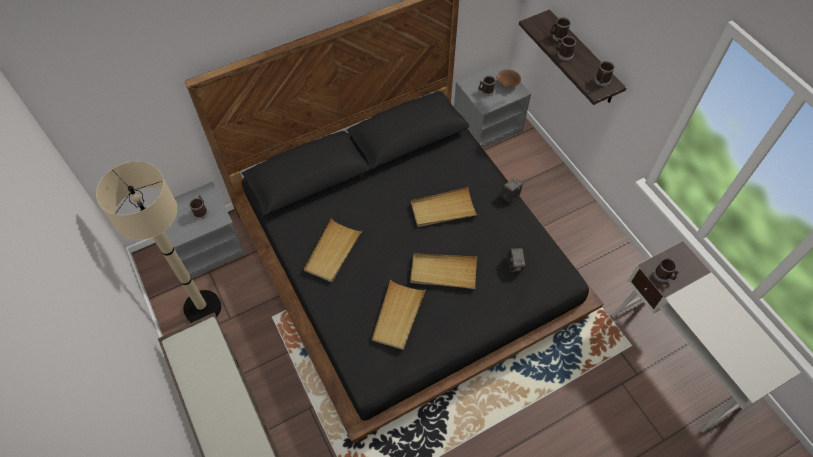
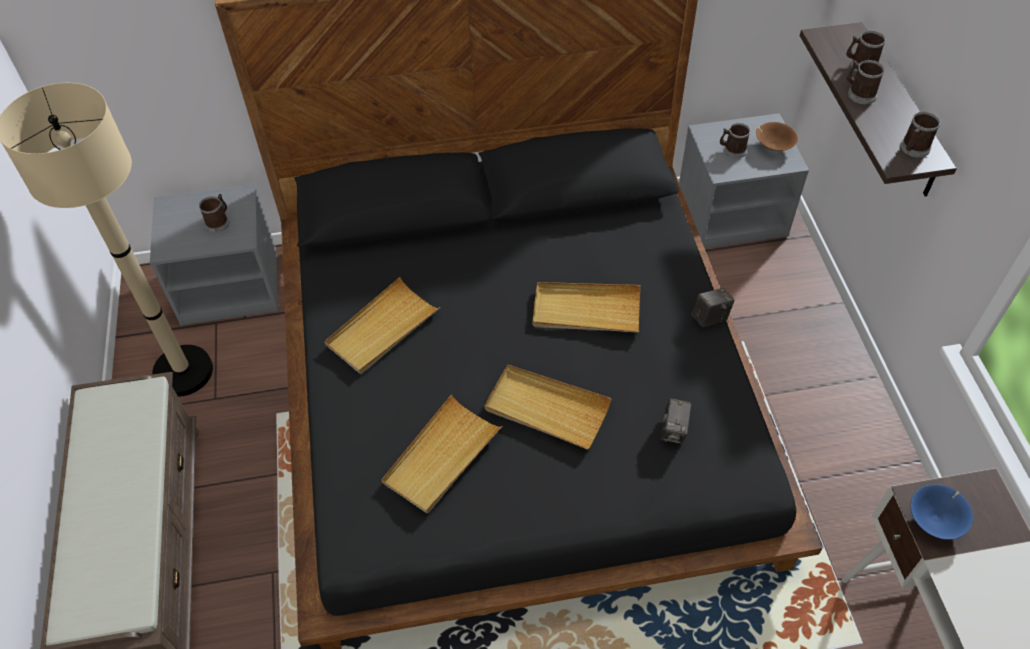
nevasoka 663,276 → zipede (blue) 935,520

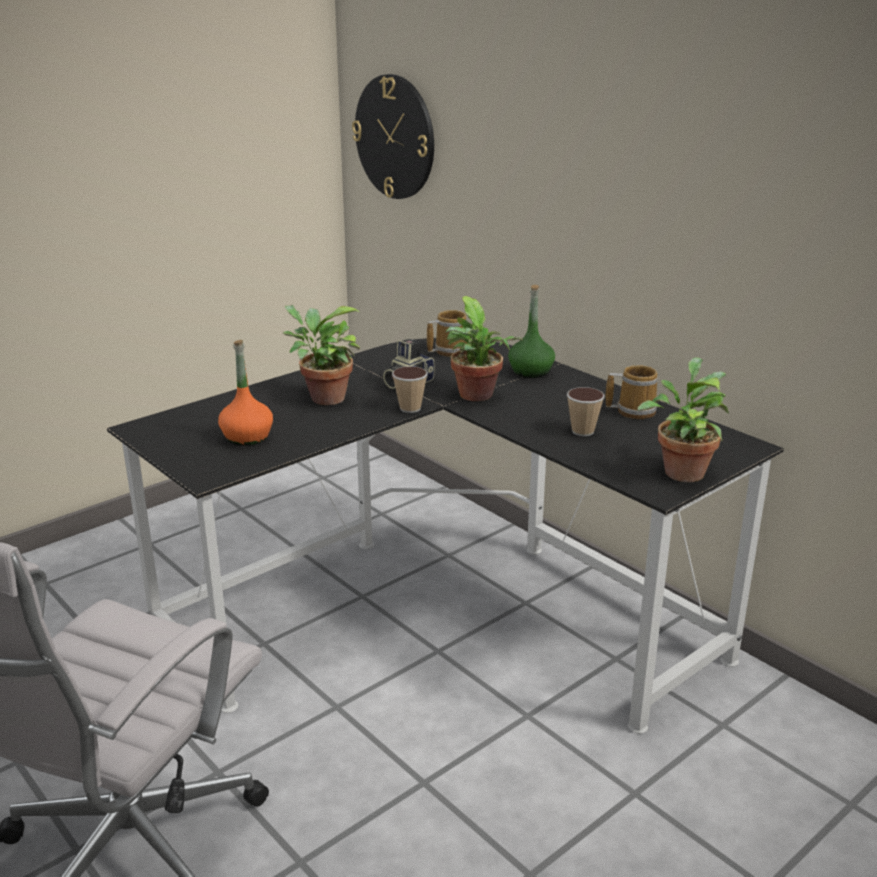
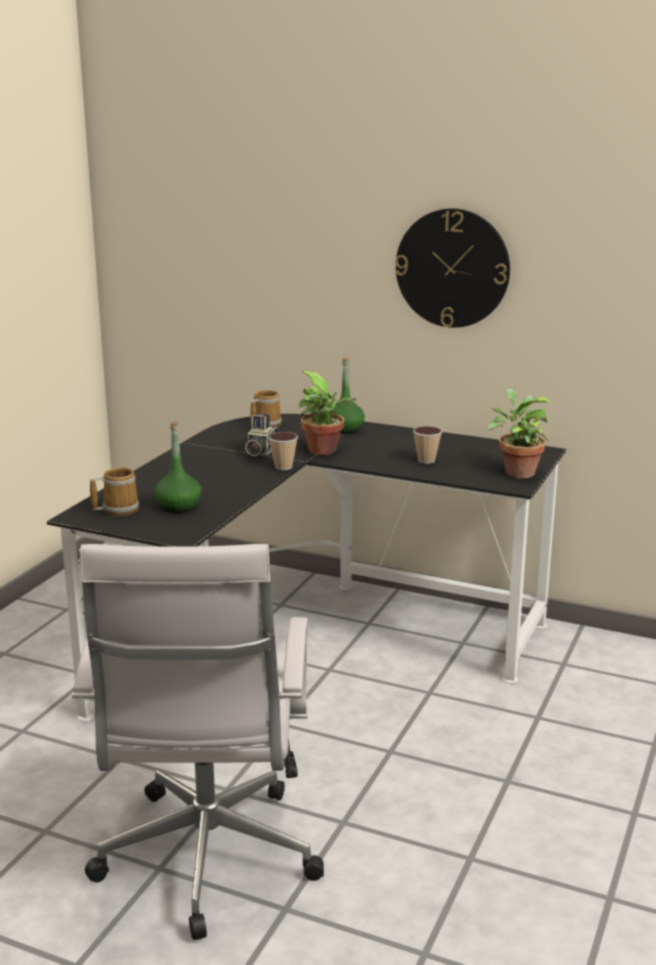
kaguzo 323,398 → -
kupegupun 395,137 → kupegupun 452,268, shifted
nevasoka 633,411 → nevasoka 118,509, shifted
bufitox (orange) 247,437 → bufitox (green) 178,506

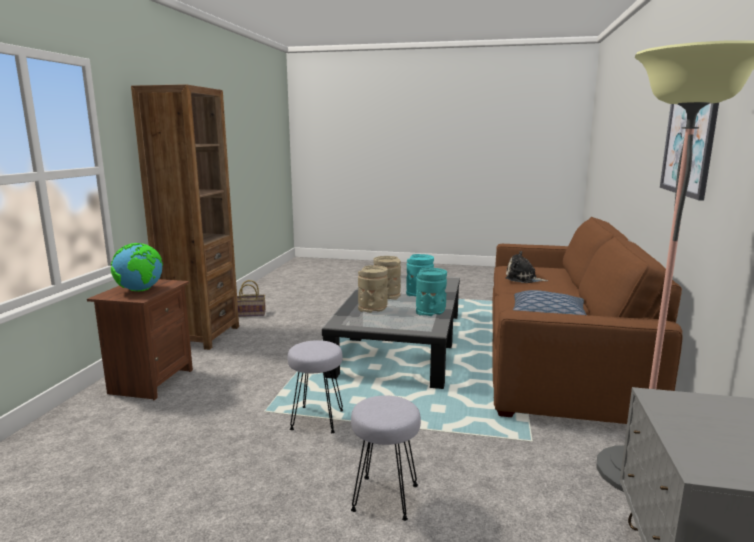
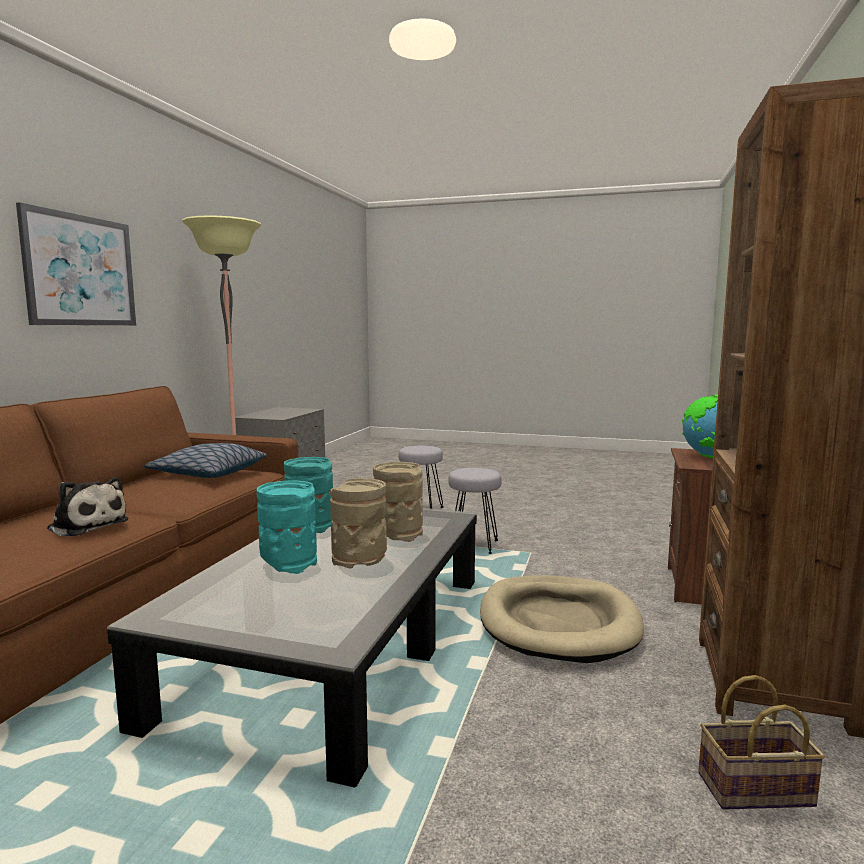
- → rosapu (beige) 558,623

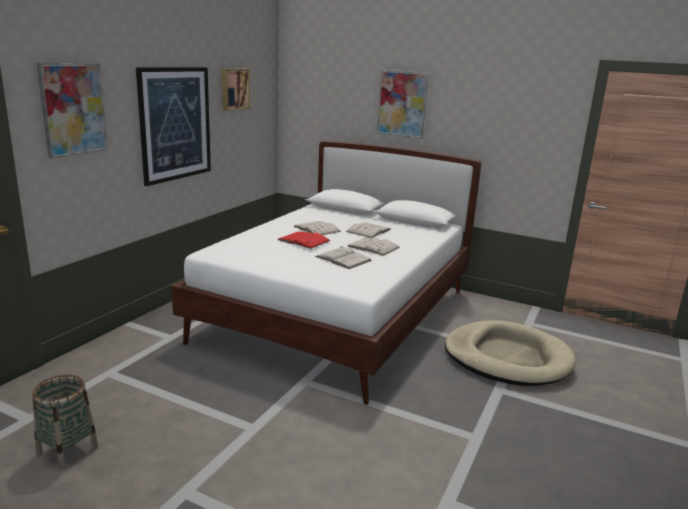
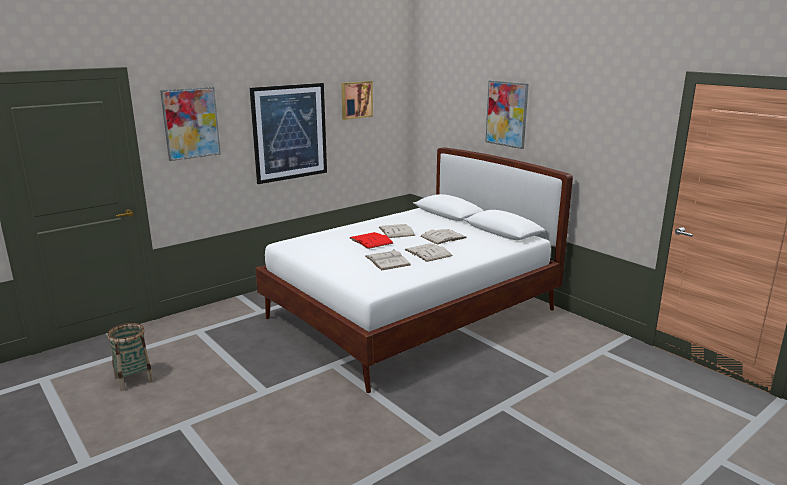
rosapu (beige) 507,358 → -

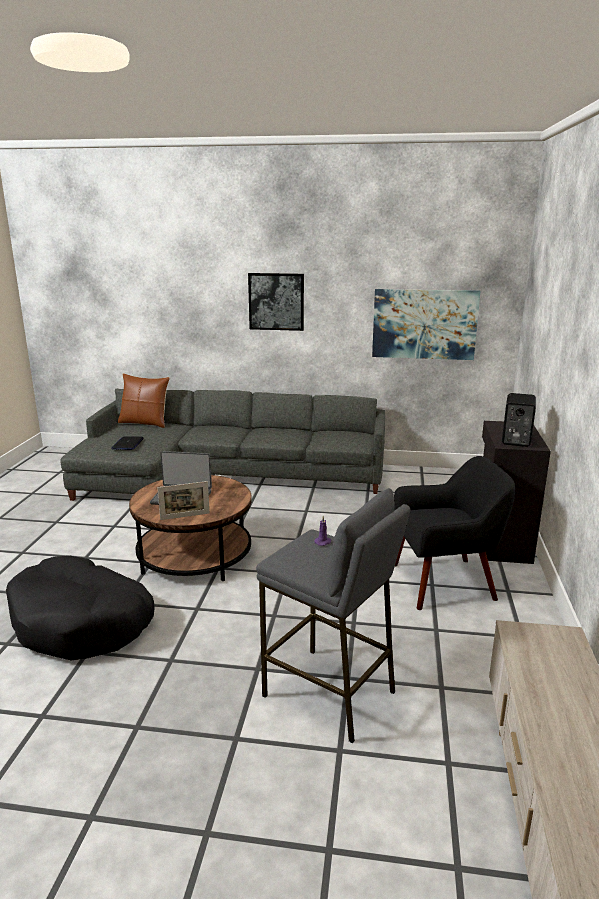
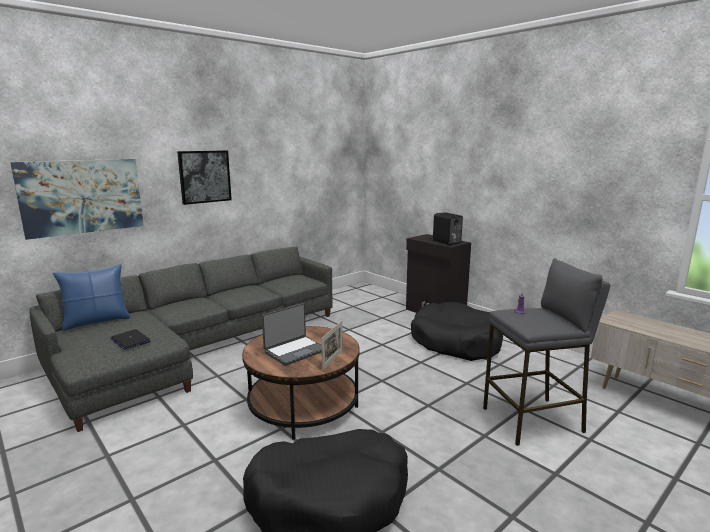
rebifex 424,324 → rebifex 82,196, shifted
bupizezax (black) 445,582 → rosapu (black) 456,342
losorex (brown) 145,423 → losorex (blue) 97,321

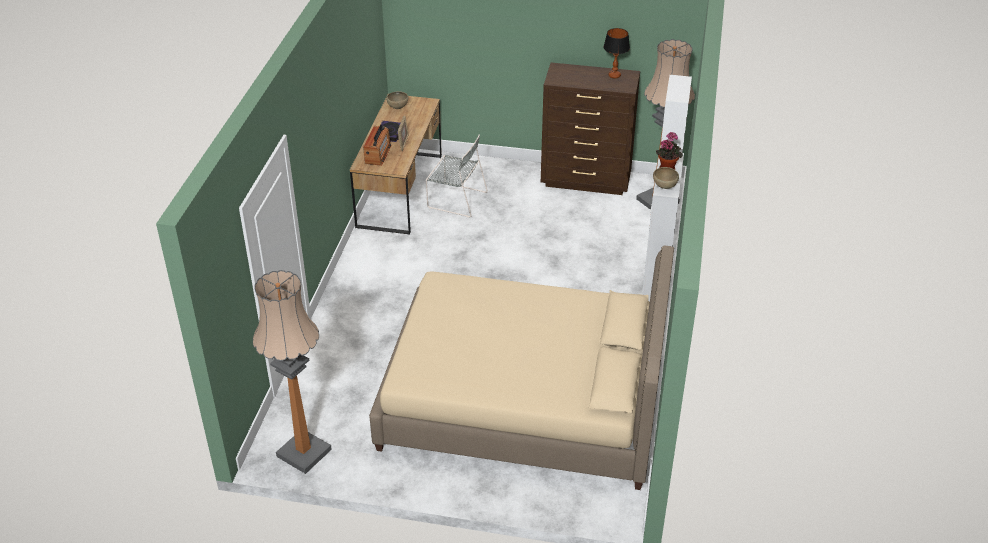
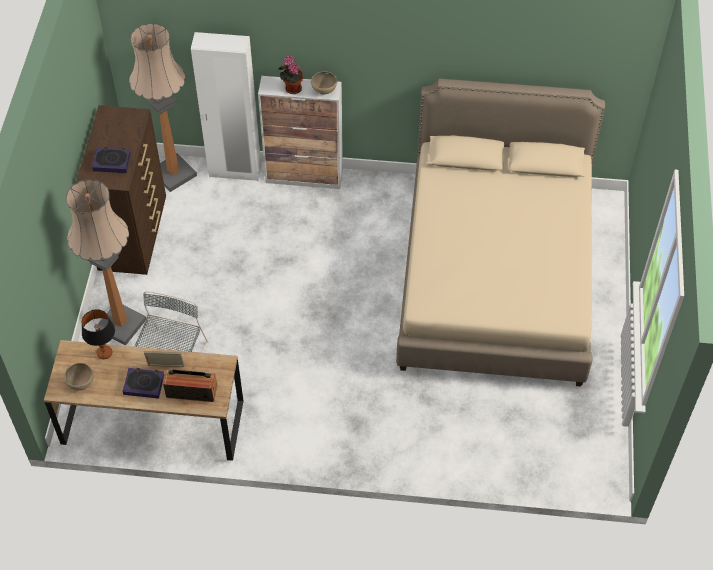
- → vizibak 112,162
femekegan 304,453 → femekegan 121,325, shifted
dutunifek 614,75 → dutunifek 105,353, shifted

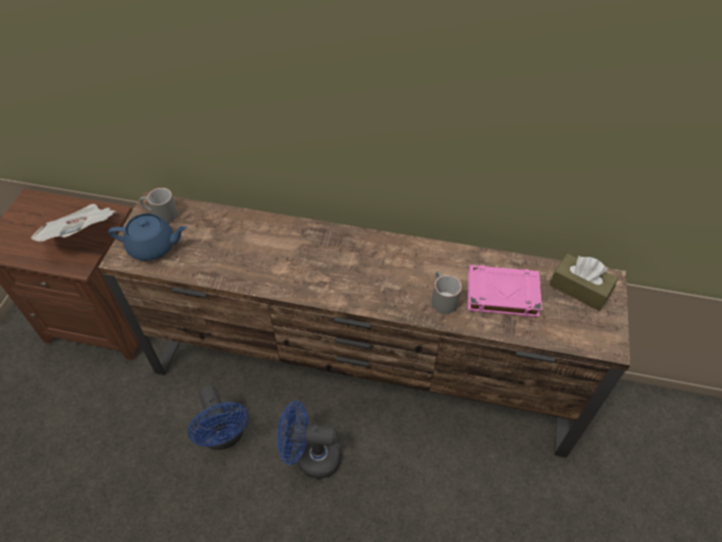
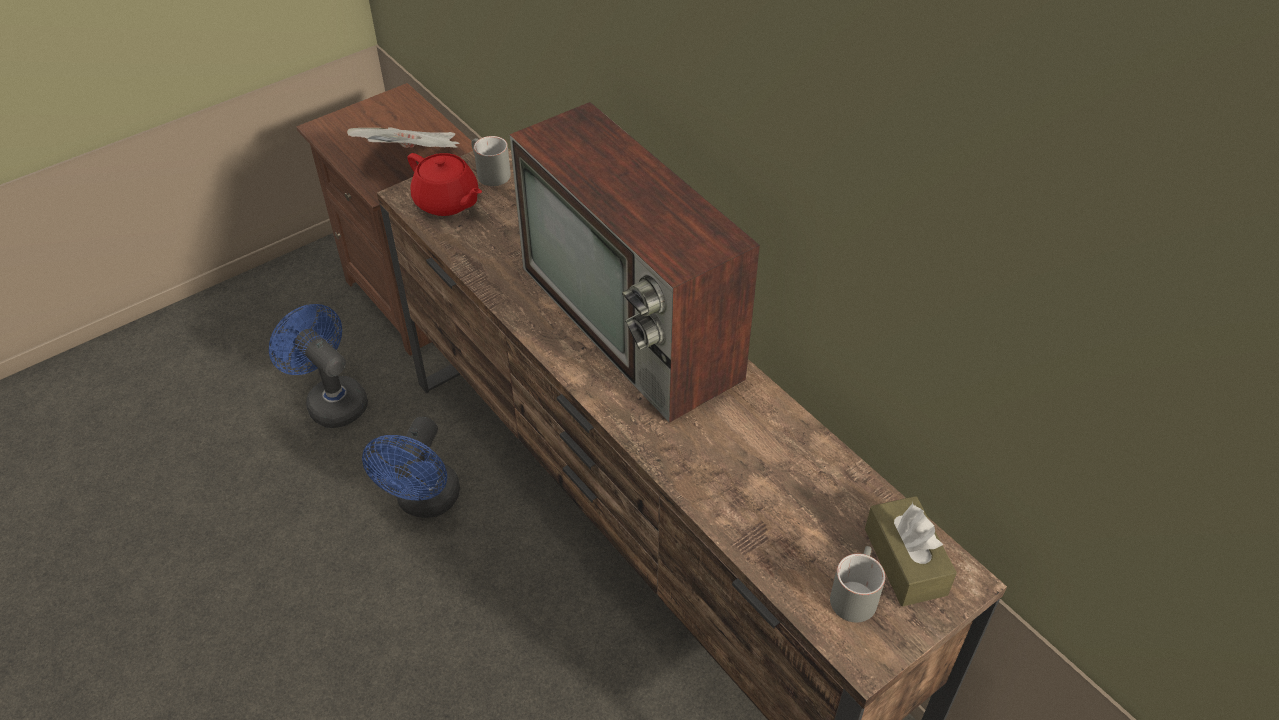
vizibak (pink) 501,294 → -
- → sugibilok 633,324
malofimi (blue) 310,457 → malofimi (blue) 331,400, shifted
nevasoka (grey) 441,299 → nevasoka (grey) 853,593, shifted
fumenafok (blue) 153,247 → fumenafok (red) 447,202

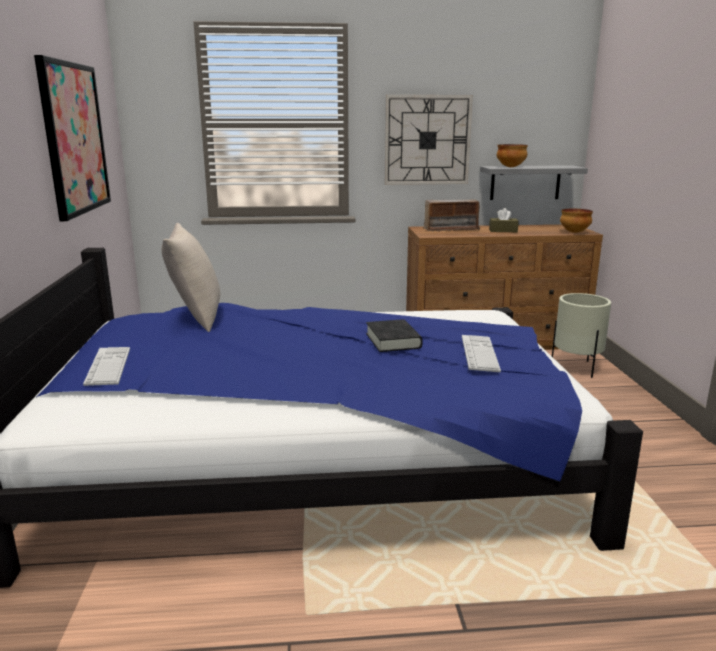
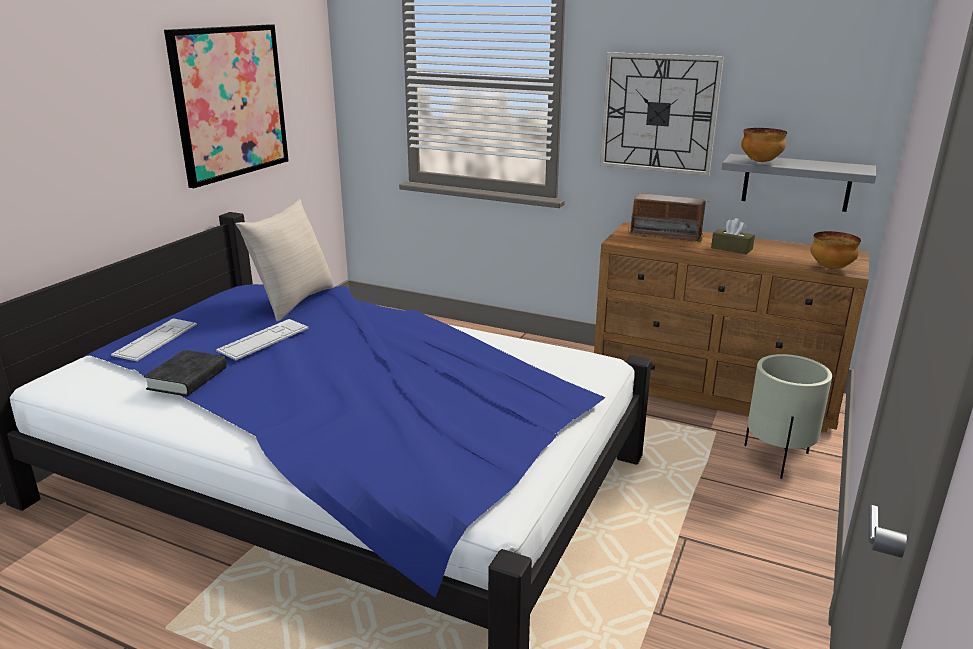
vizibak (black) 393,341 → vizibak (black) 187,379, shifted
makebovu 479,353 → makebovu 264,340, shifted

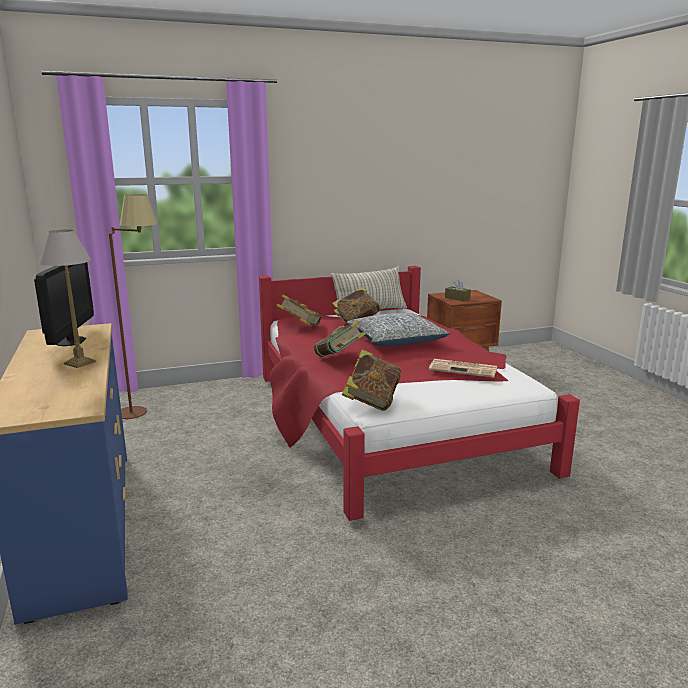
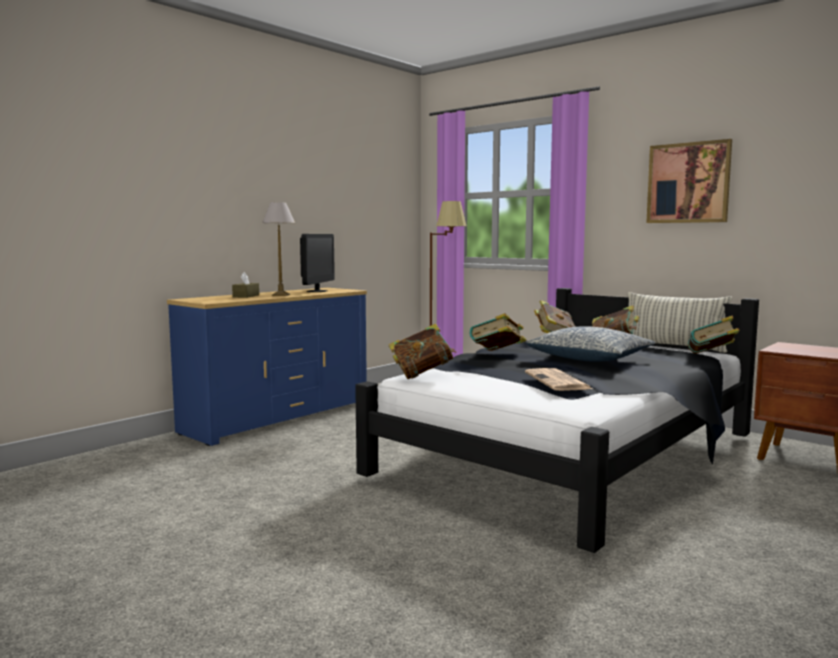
- → rebifex 688,183
- → vizibak 711,357
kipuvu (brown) 457,298 → kipuvu (brown) 246,296, shifted
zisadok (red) 388,423 → zisadok (black) 568,457
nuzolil 70,341 → nuzolil 317,291, 45 degrees counterclockwise

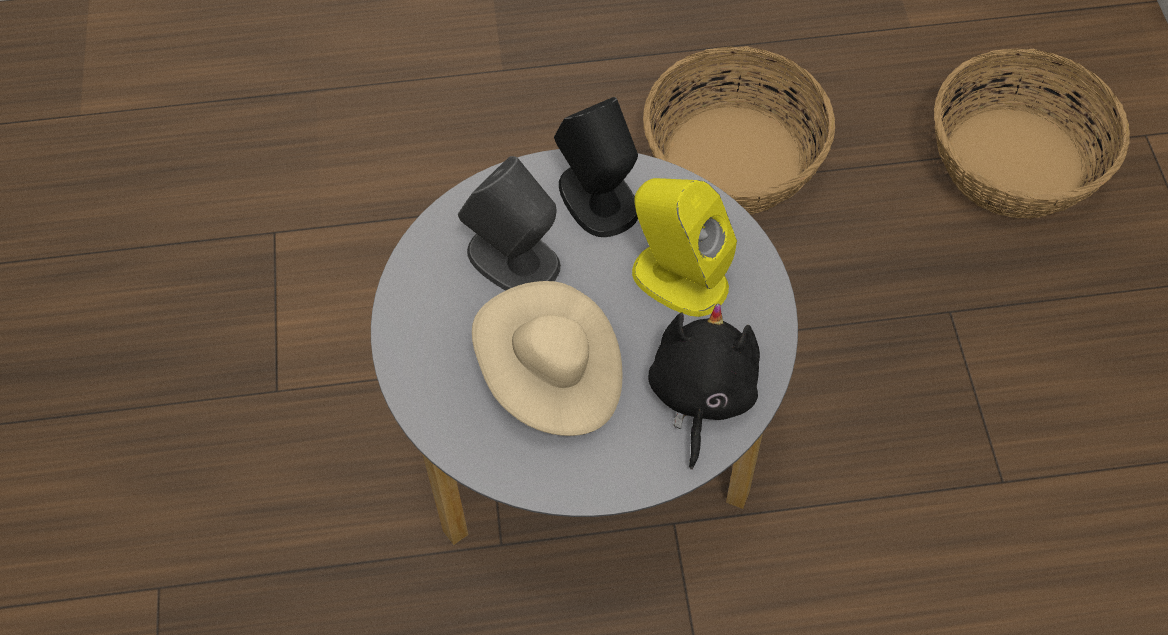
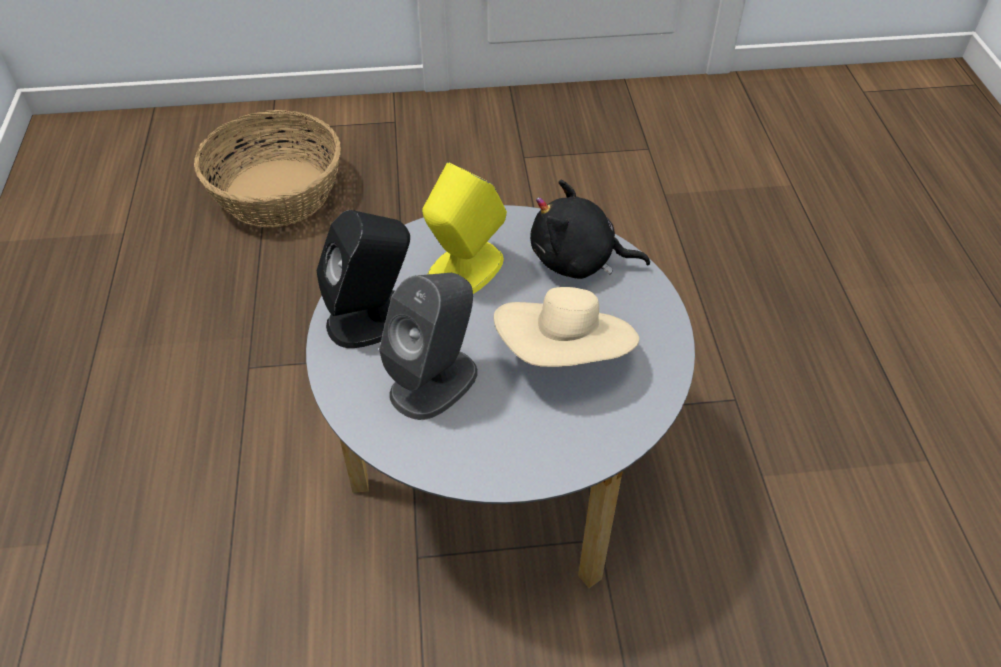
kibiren 733,161 → -

